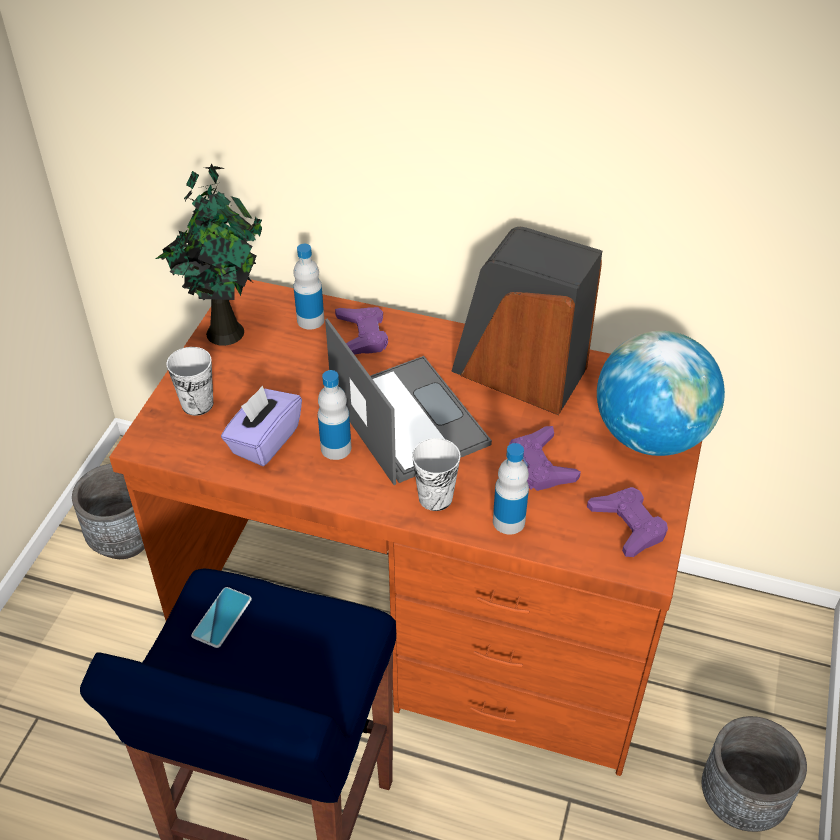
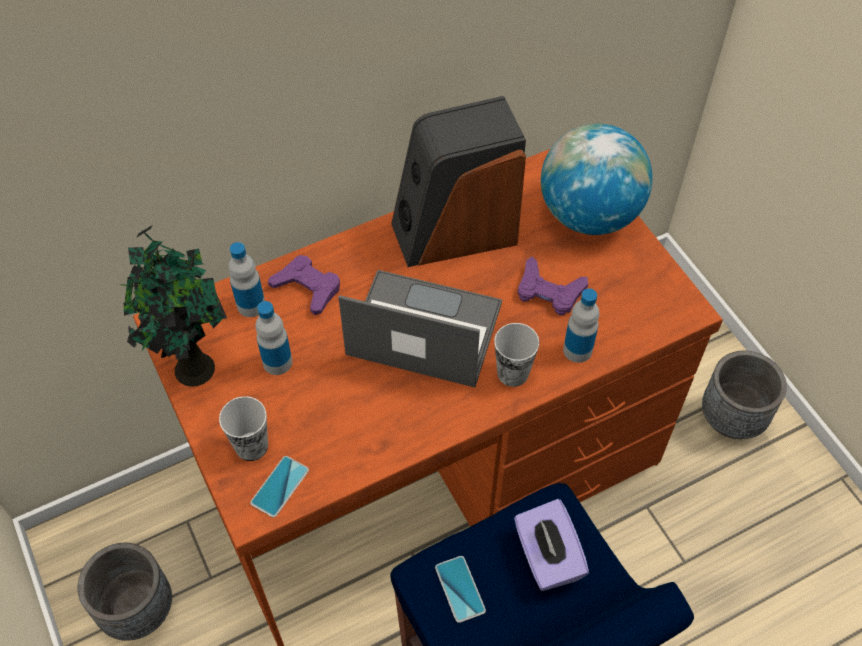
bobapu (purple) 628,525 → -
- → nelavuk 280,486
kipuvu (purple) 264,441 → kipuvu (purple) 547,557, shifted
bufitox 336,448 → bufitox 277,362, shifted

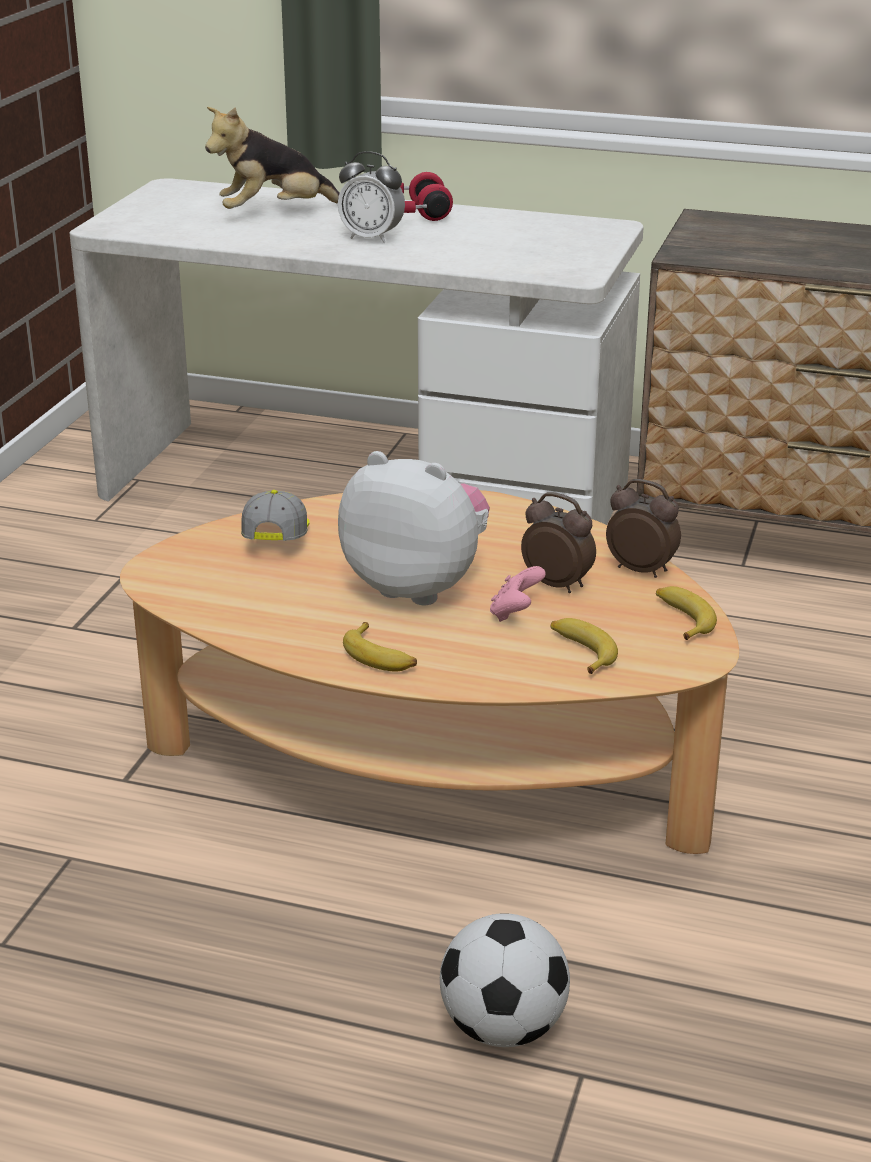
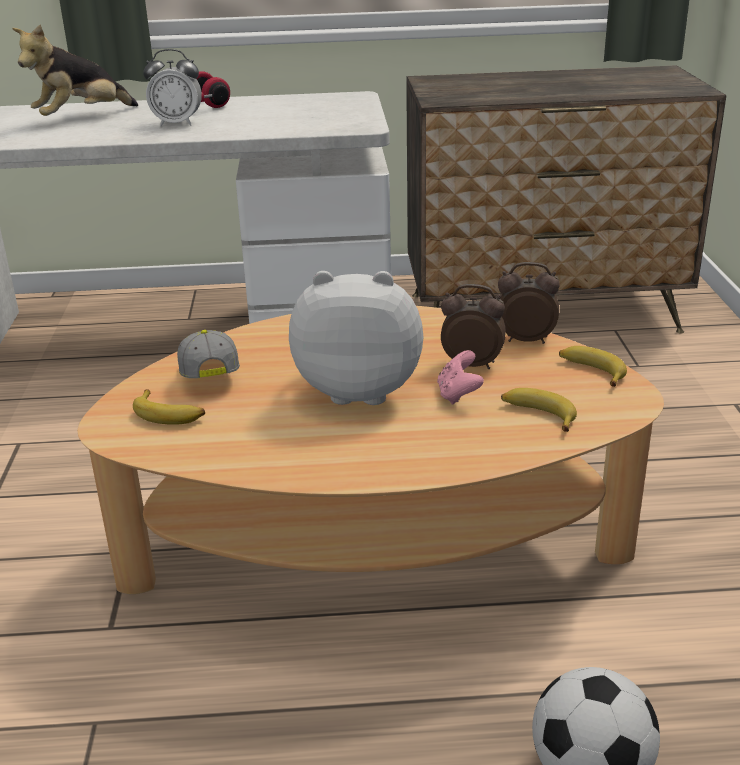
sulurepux 381,656 → sulurepux 169,414, shifted

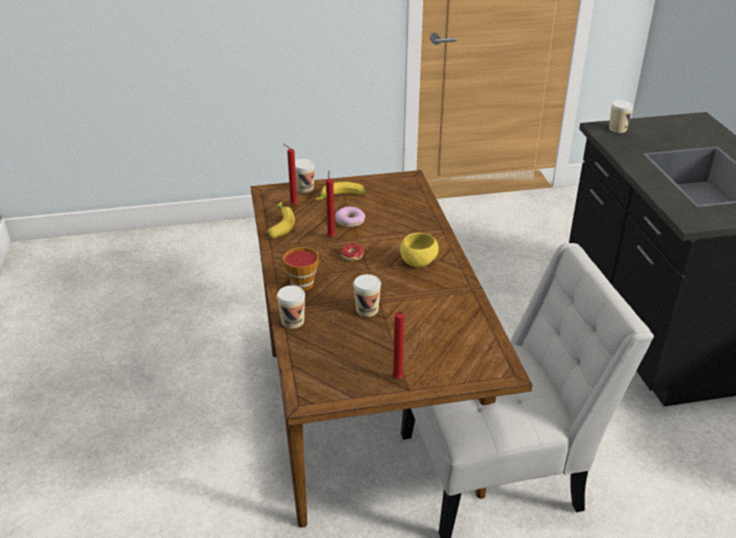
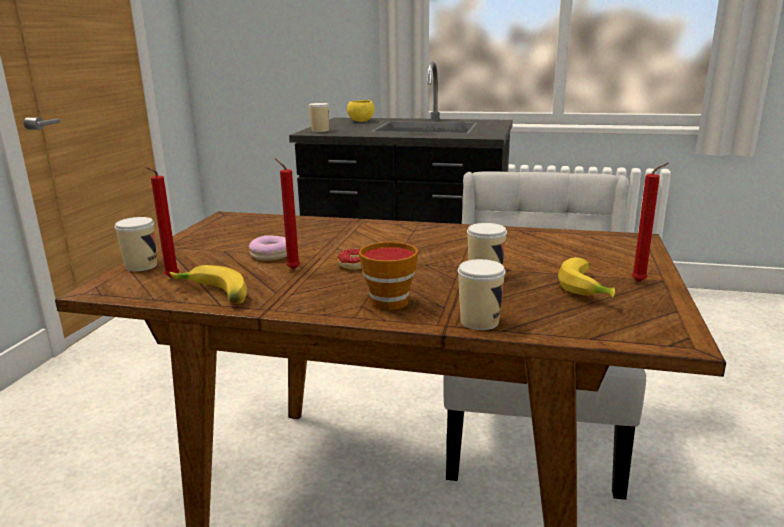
sulurepux 340,198 → sulurepux 588,289, shifted
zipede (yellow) 418,262 → zipede (yellow) 361,121, shifted

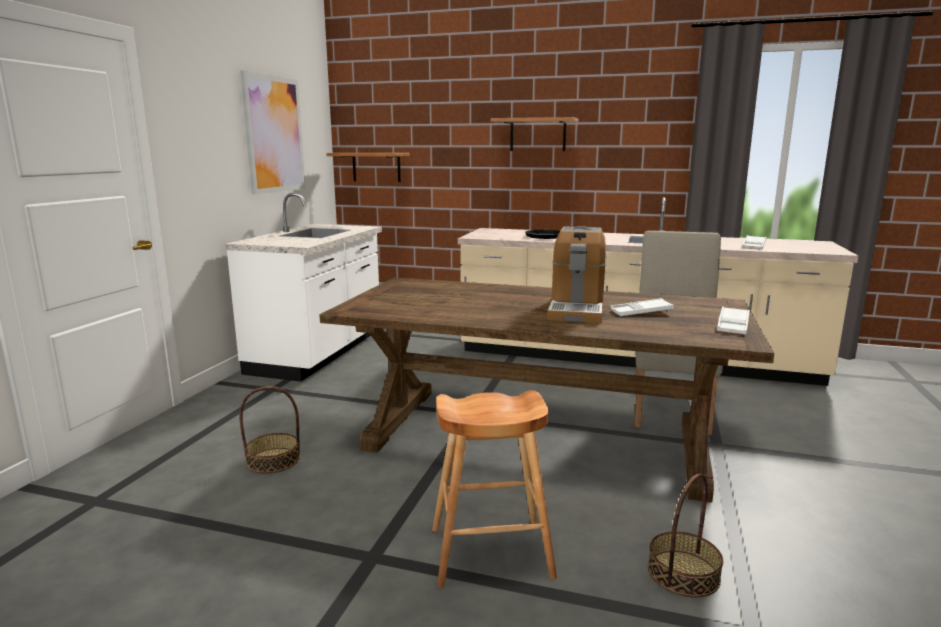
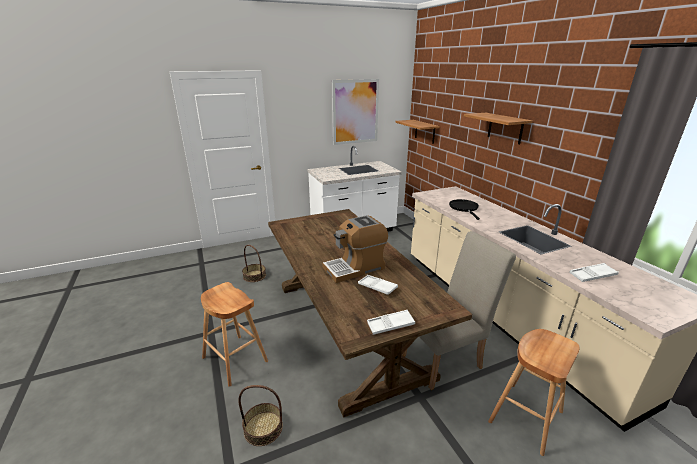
- → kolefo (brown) 525,417

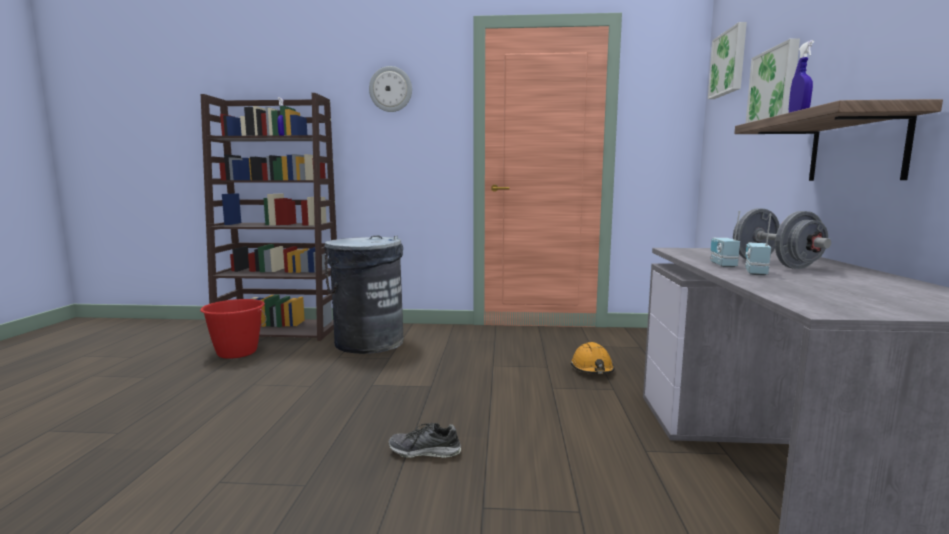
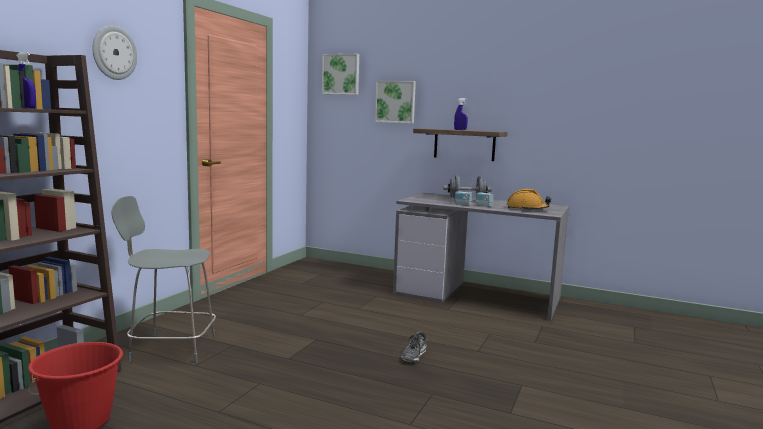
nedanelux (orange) 592,369 → nedanelux (orange) 527,209, shifted
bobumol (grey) 368,342 → kolefo (grey) 170,348

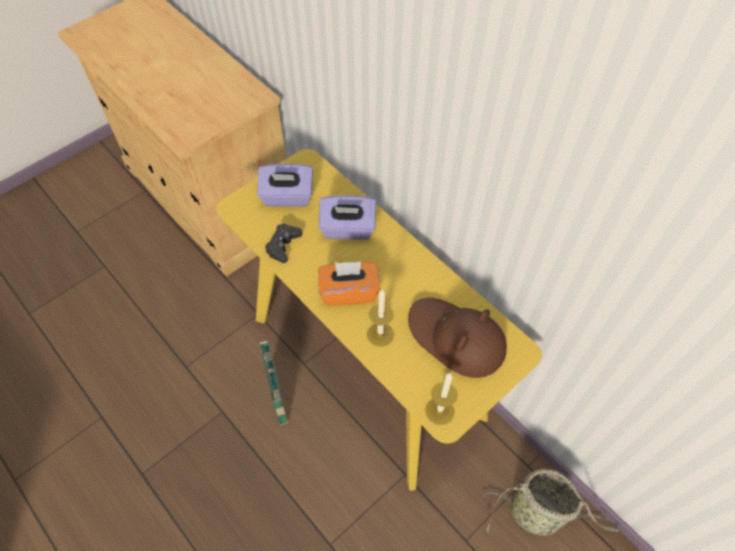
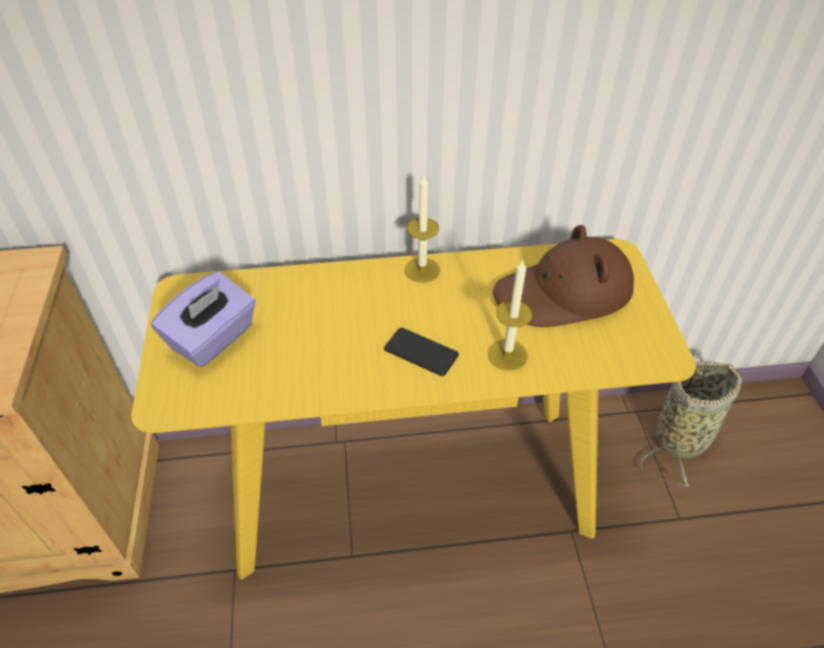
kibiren 278,397 → -
bobapu (black) 283,245 → -
kipuvu (purple) 348,229 → -
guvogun 439,411 → guvogun 422,270, shifted
kipuvu (orange) 349,291 → nelavuk 421,352

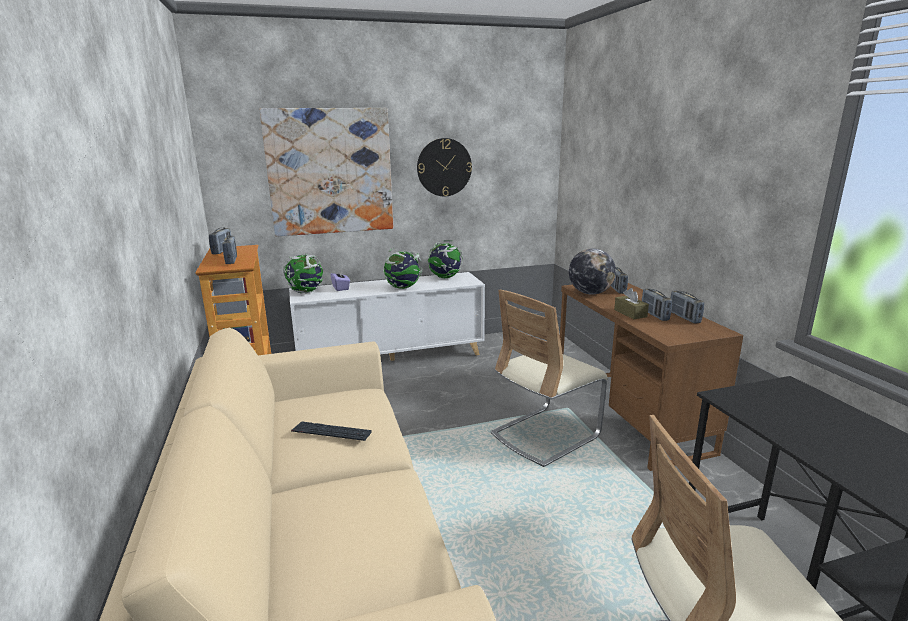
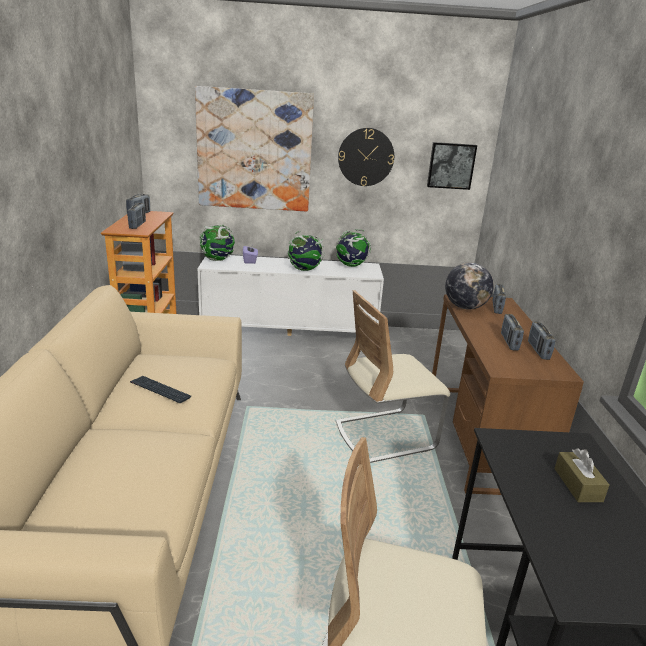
- → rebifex 451,165
kipuvu (brown) 630,313 → kipuvu (brown) 577,485, shifted

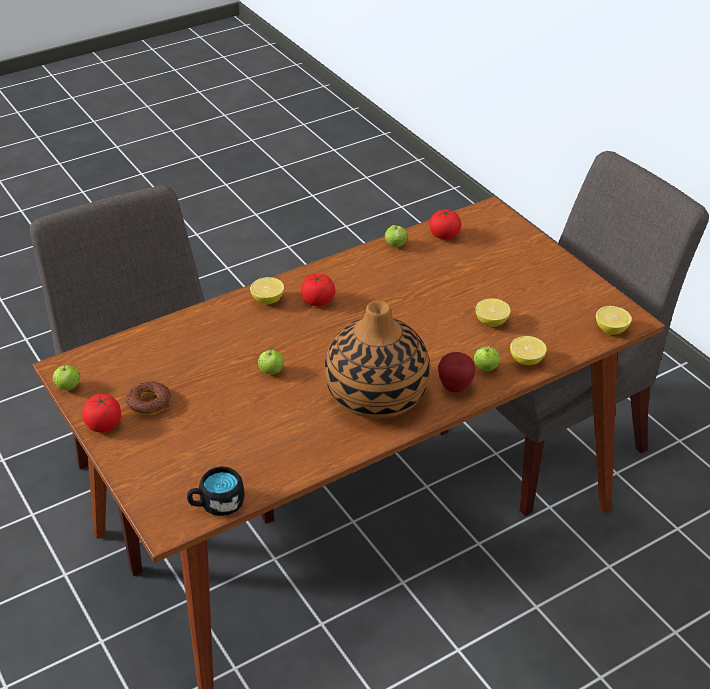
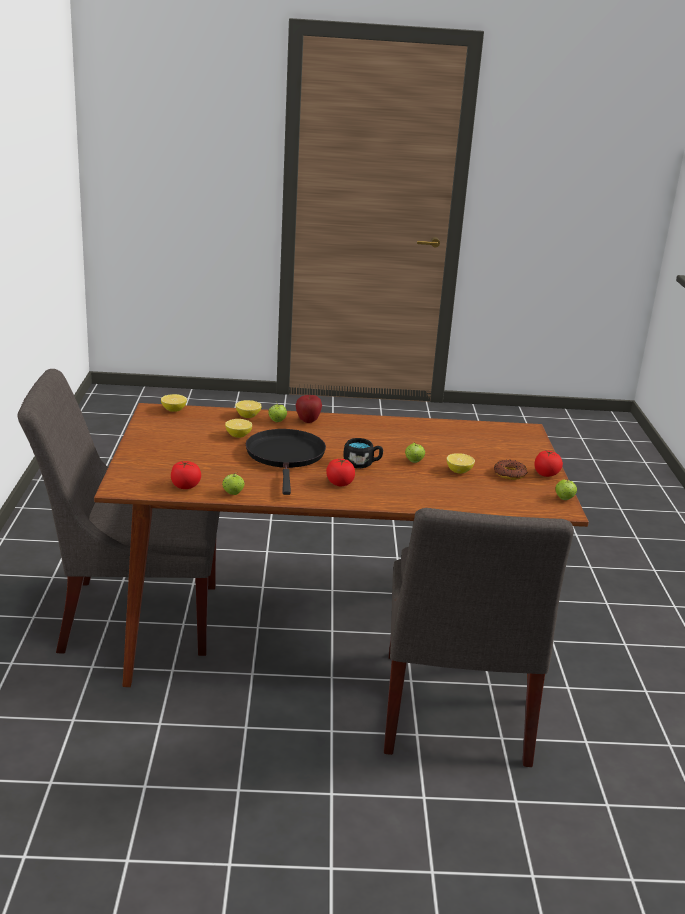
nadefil 377,395 → -
- → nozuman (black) 286,456
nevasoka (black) 216,504 → nevasoka (black) 362,464, shifted
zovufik 267,300 → zovufik 459,471, shifted

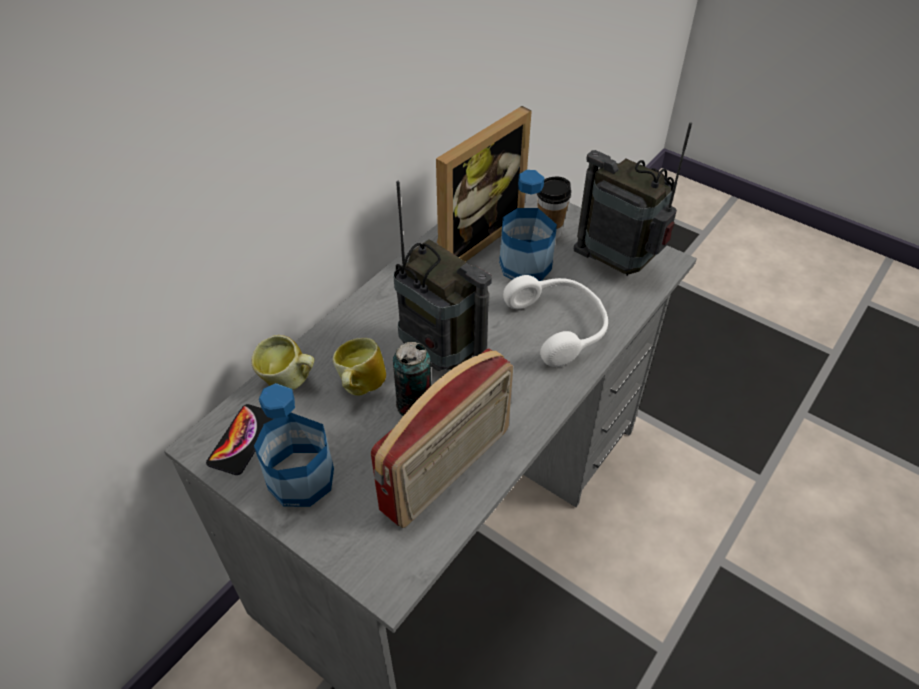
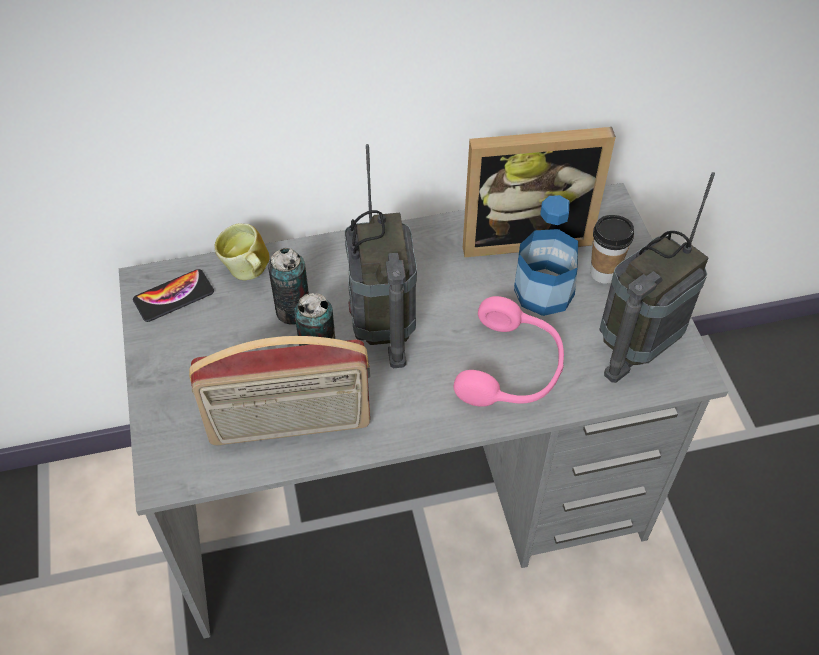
bufitox 301,479 → -
nevasoka 359,387 → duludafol 293,311
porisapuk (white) 560,326 → porisapuk (pink) 512,369
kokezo 618,263 → kokezo 637,345, 120 degrees counterclockwise

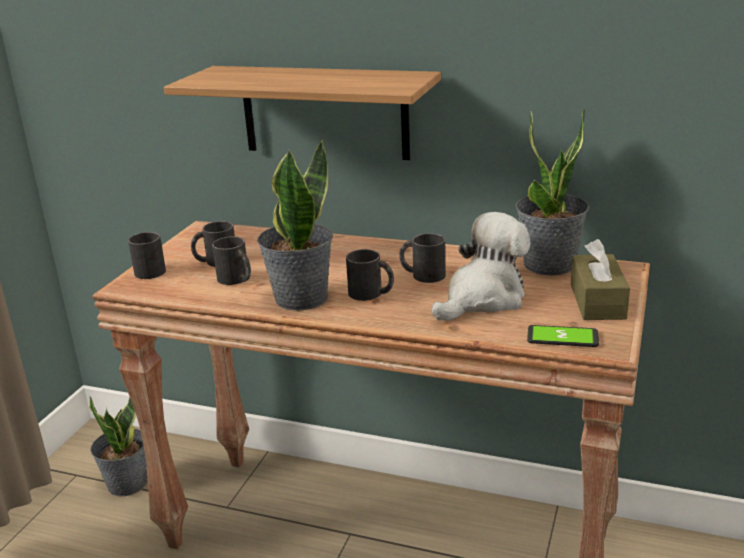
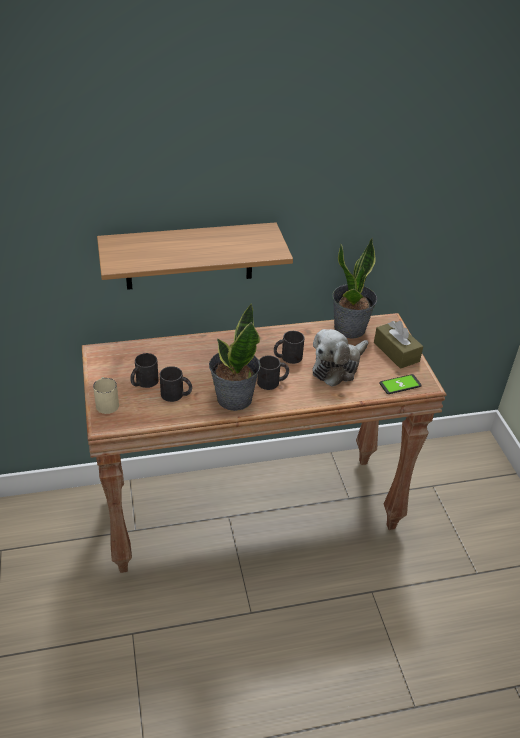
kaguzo 127,483 → -
nevasoka (black) 153,269 → nevasoka (beige) 106,402
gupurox 483,298 → gupurox 337,367, 150 degrees counterclockwise

